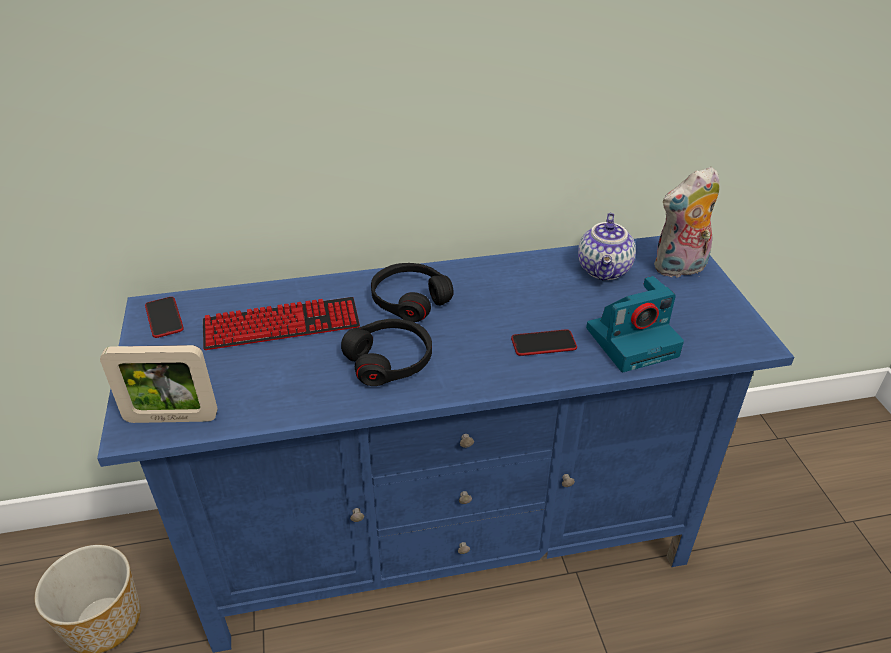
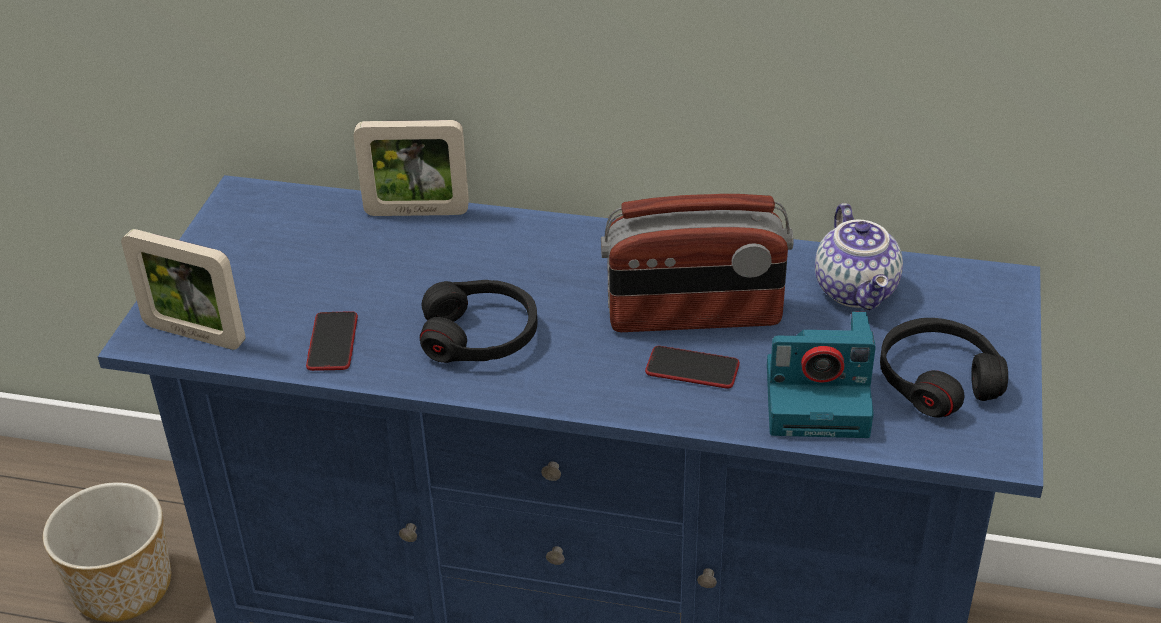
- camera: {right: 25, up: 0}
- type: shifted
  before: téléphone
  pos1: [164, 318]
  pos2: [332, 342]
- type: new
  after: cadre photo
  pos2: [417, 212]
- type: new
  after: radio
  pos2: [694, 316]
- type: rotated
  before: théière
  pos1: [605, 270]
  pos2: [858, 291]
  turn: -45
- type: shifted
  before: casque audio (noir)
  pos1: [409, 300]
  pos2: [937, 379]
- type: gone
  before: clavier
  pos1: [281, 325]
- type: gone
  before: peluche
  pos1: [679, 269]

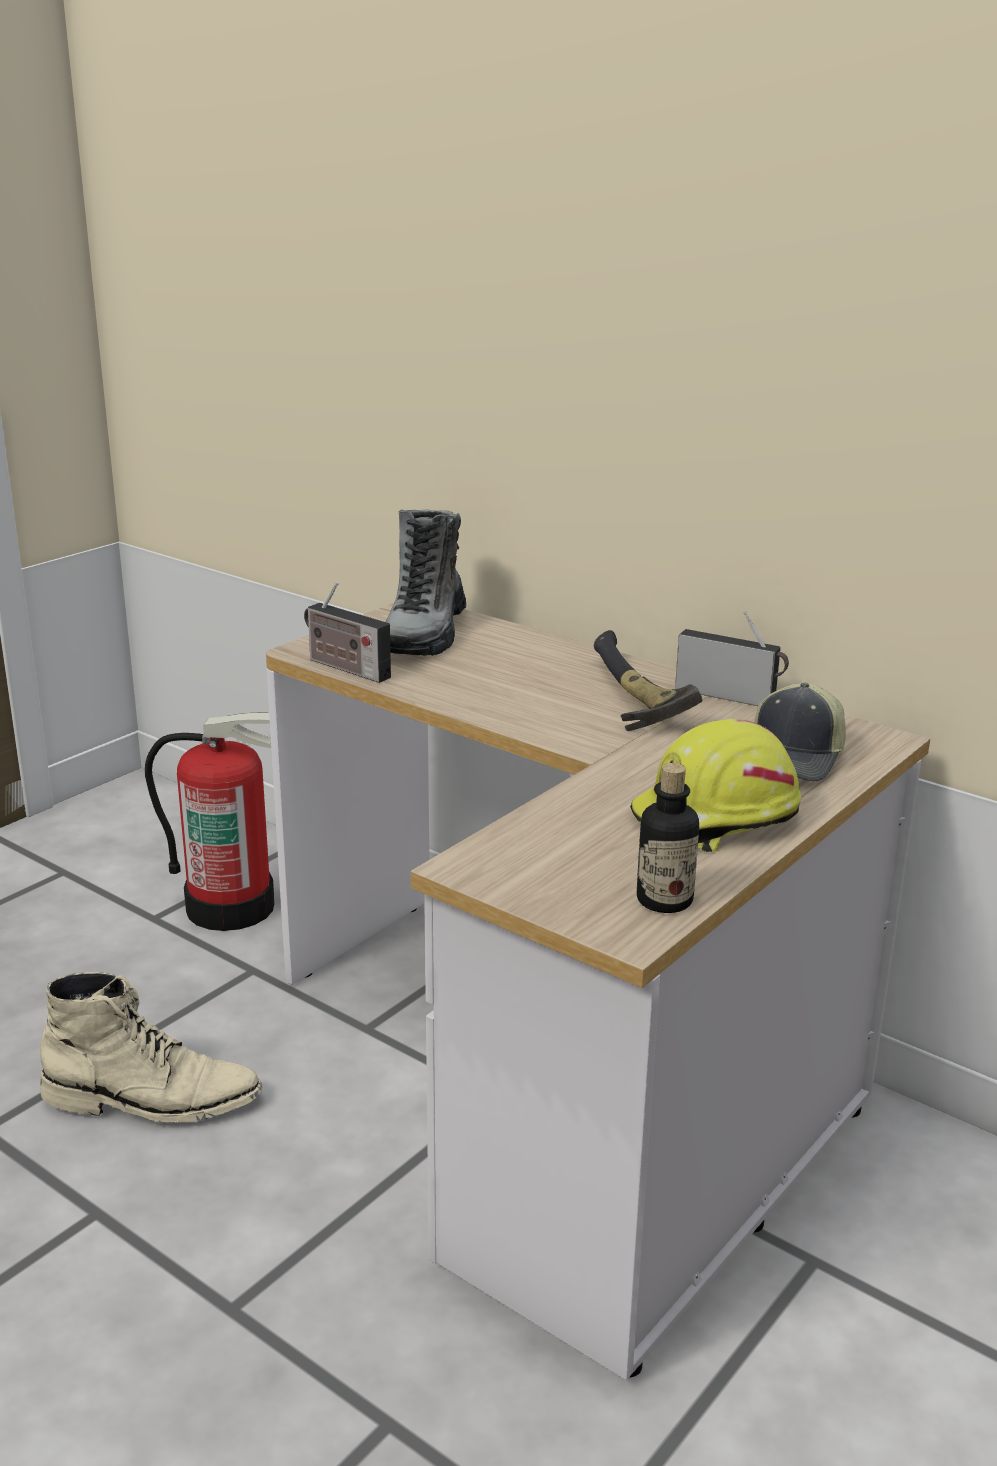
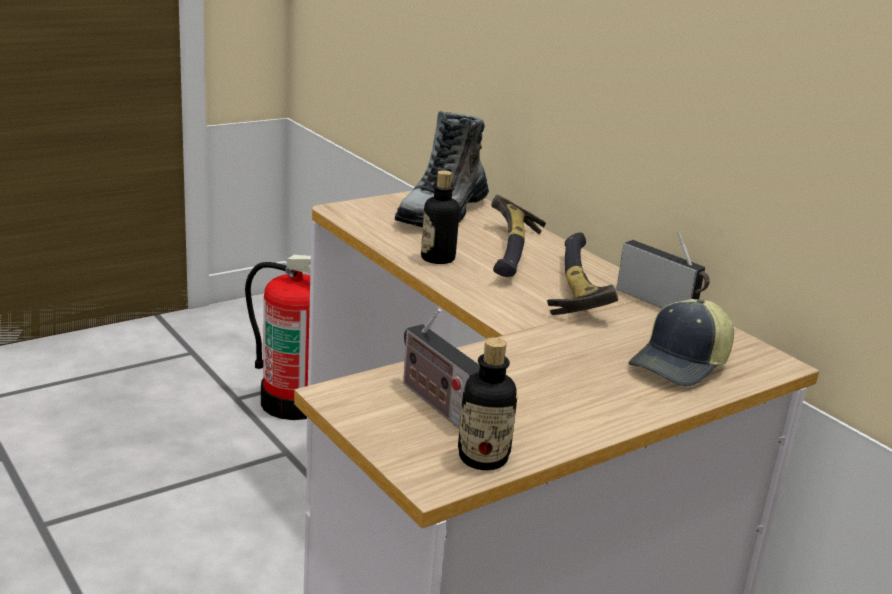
- camera: {right: 15, up: 0}
- type: shifted
  before: radio
  pos1: [345, 668]
  pos2: [435, 403]
- type: new
  after: bouteille
  pos2: [437, 258]
- type: new
  after: marteau
  pos2: [514, 252]
- type: gone
  before: botte (beige)
  pos1: [152, 1099]
- type: gone
  before: casque de chantier (jaune)
  pos1: [716, 819]

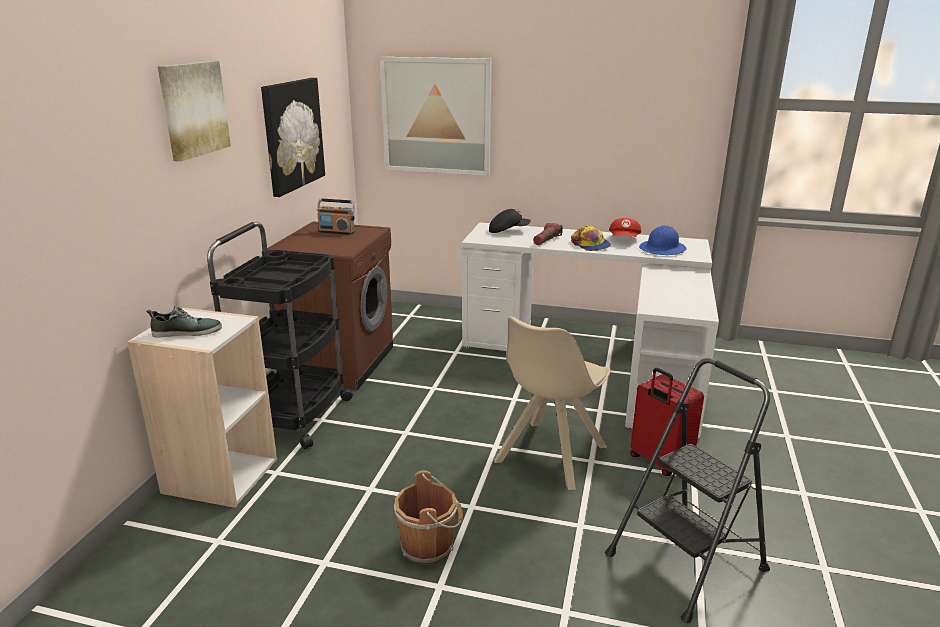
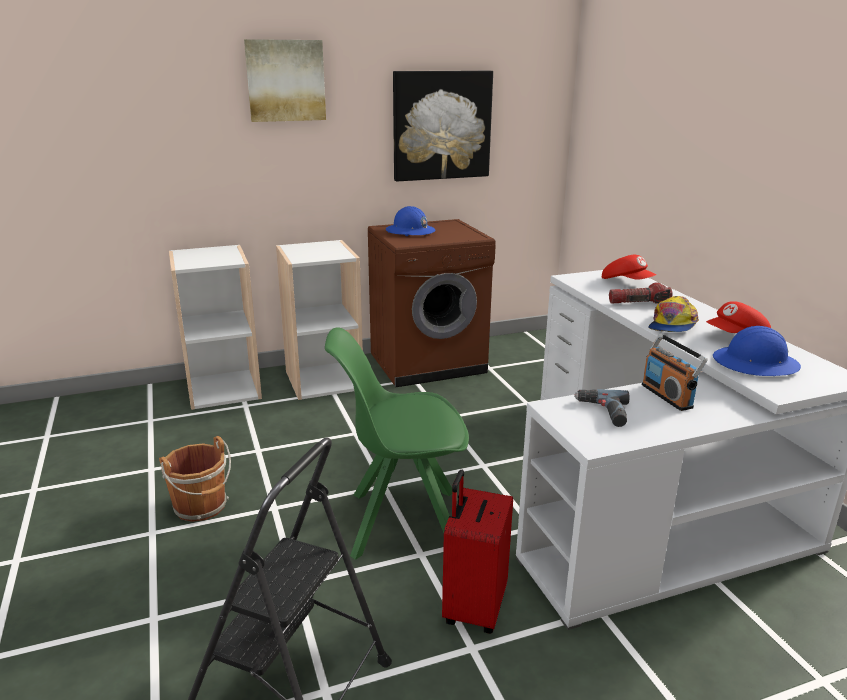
- camera: {right: 55, up: 0}
- type: swapped
  before: chariot (noir)
  after: bibliothèque
  pos1: [293, 416]
  pos2: [324, 380]
- type: repainted
  before: chaise (beige)
  after: chaise (vert)
  pos1: [549, 455]
  pos2: [402, 522]
- type: new
  after: casque de chantier (bleu)
  pos2: [410, 231]
- type: new
  after: perceuse
  pos2: [603, 413]
- type: repainted
  before: casquette (noir)
  after: casquette (rouge)
  pos1: [508, 231]
  pos2: [627, 282]
- type: shifted
  before: radio
  pos1: [337, 232]
  pos2: [667, 396]
- type: gone
  before: chaussure
  pos1: [187, 332]
- type: gone
  before: tableau
  pos1: [436, 116]

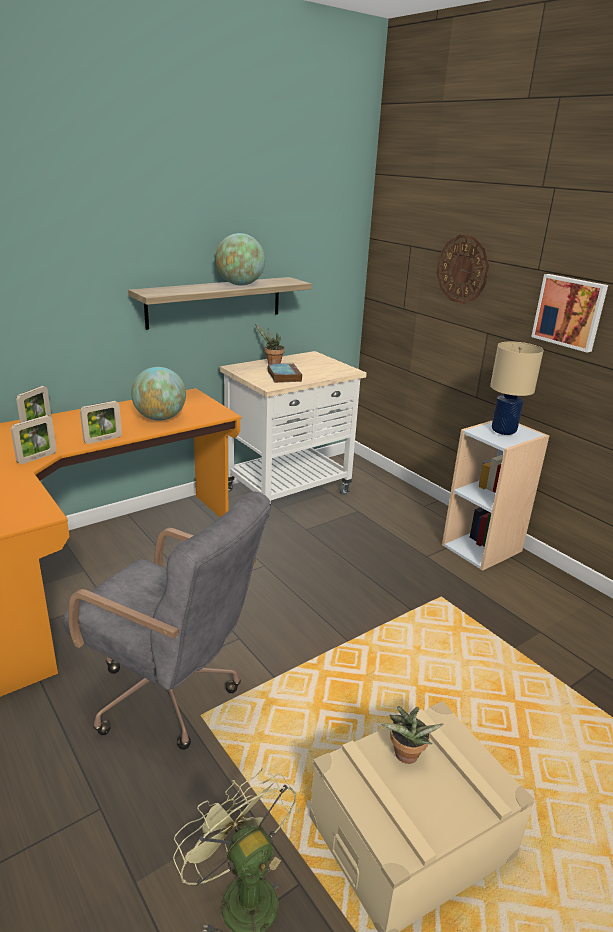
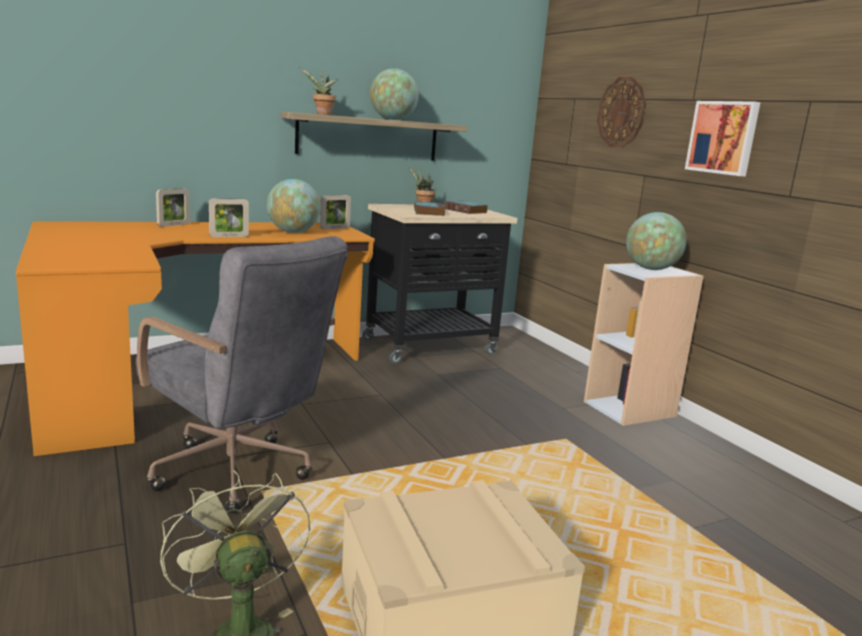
- camera: {right: 10, up: -10}
- type: shifted
  before: plante en pot
  pos1: [405, 757]
  pos2: [322, 114]
- type: shifted
  before: cadre photo
  pos1: [37, 458]
  pos2: [335, 228]
- type: repainted
  before: chariot (blanc)
  after: chariot (noir)
  pos1: [287, 492]
  pos2: [430, 346]
- type: new
  after: livre
  pos2: [466, 211]
- type: swapped
  before: lampe de table (beige)
  after: globe
  pos1: [503, 432]
  pos2: [651, 269]

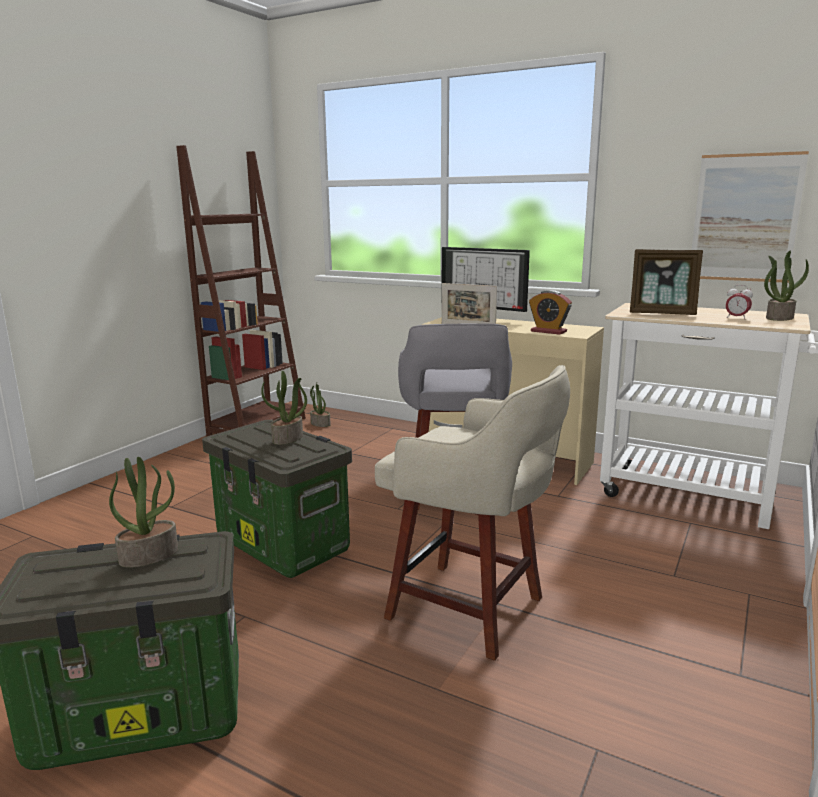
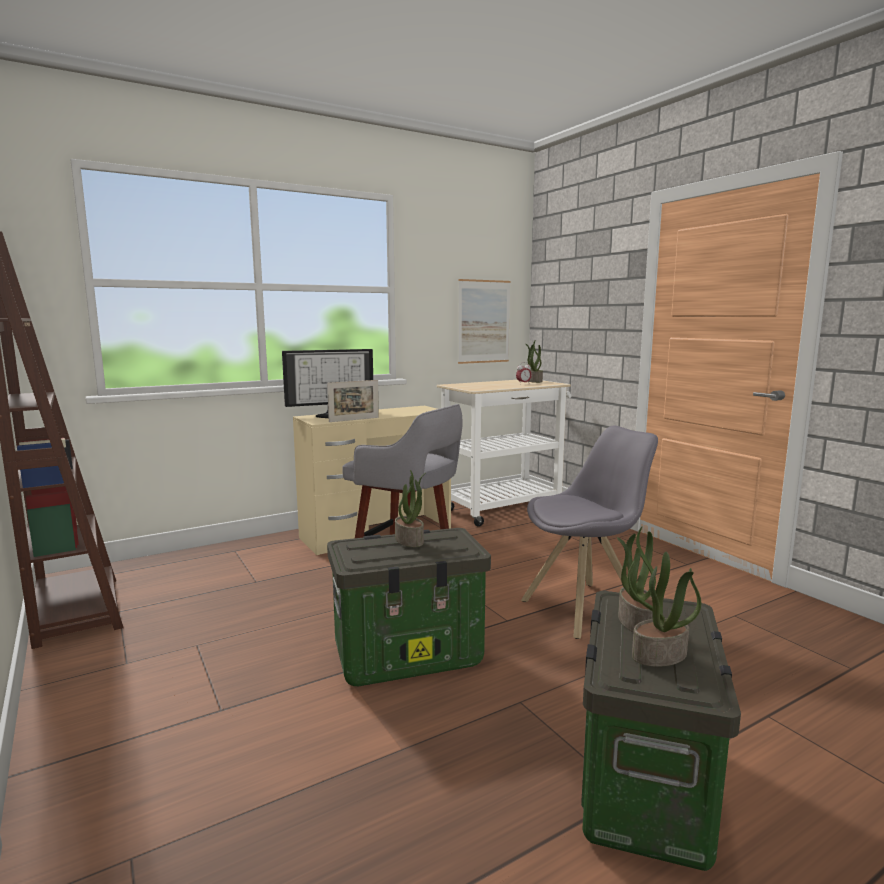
- camera: {right: -60, up: -5}
- type: swapped
  before: tabouret (beige)
  after: chaise (gris)
  pos1: [471, 611]
  pos2: [584, 608]
- type: shifted
  before: plante en pot
  pos1: [320, 424]
  pos2: [659, 656]
- type: gone
  before: réveil
  pos1: [548, 331]
- type: gone
  before: cadre photo
  pos1: [662, 314]

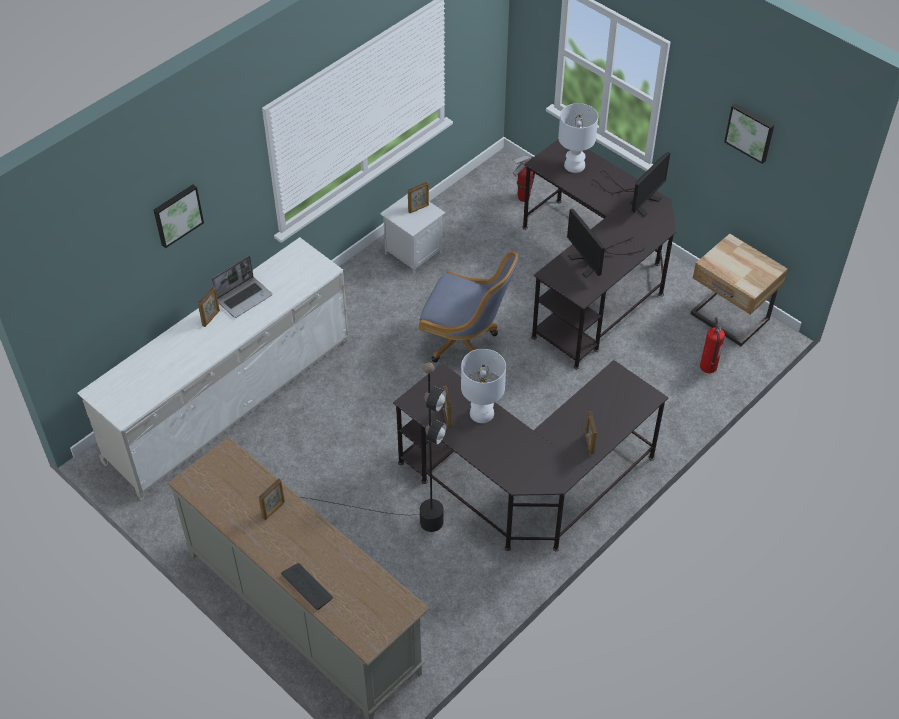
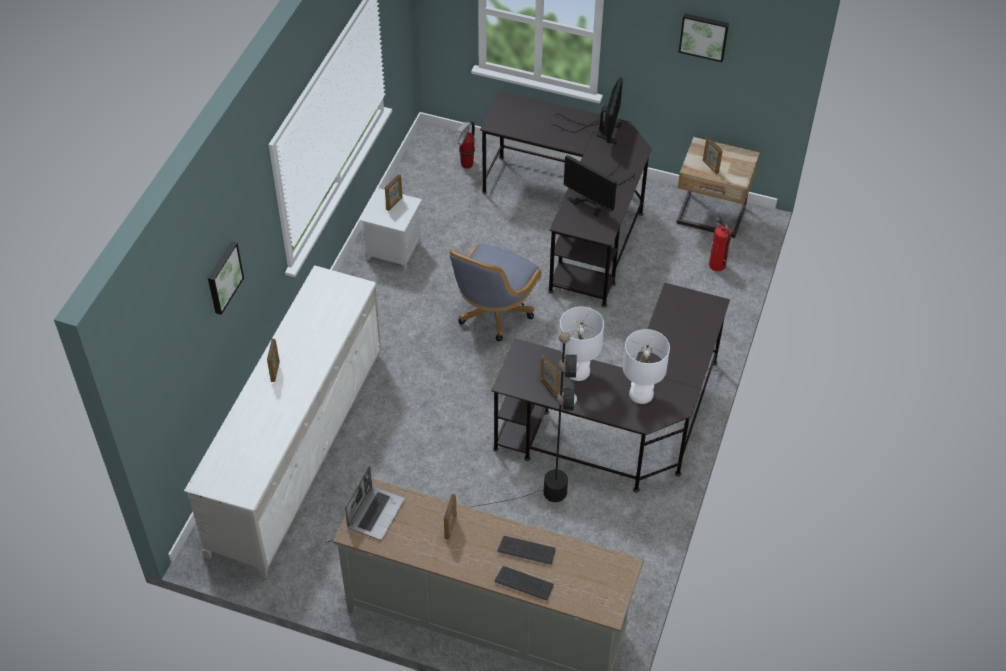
- camera: {right: -25, up: 0}
- type: shifted
  before: ordinateur portable
  pos1: [244, 297]
  pos2: [375, 513]
- type: rotated
  before: chaise de bureau (bleu)
  pos1: [466, 342]
  pos2: [491, 317]
  turn: 120
- type: new
  after: clavier
  pos2: [527, 550]
- type: shifted
  before: lampe de table (blanc)
  pos1: [574, 166]
  pos2: [641, 394]
- type: shifted
  before: cadre photo
  pos1: [589, 443]
  pos2: [710, 166]

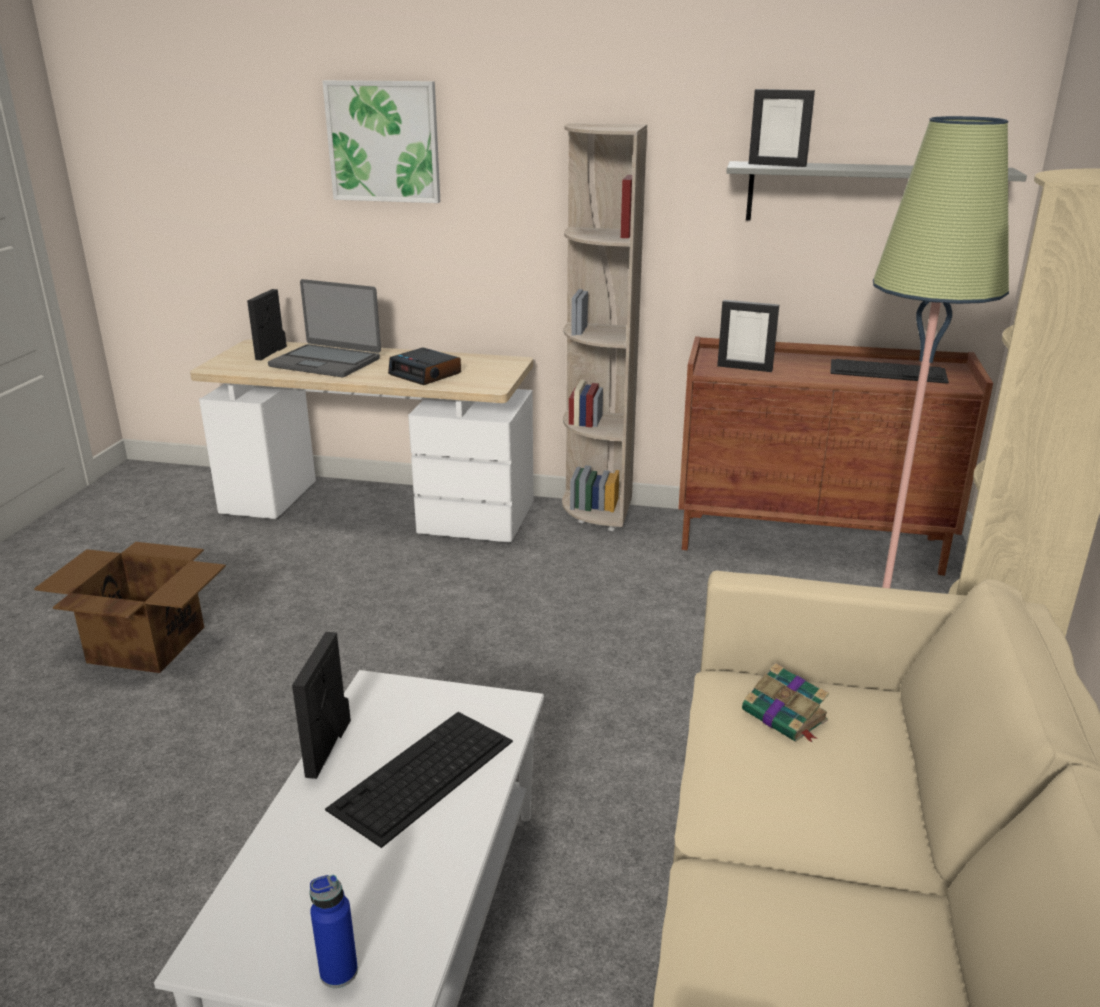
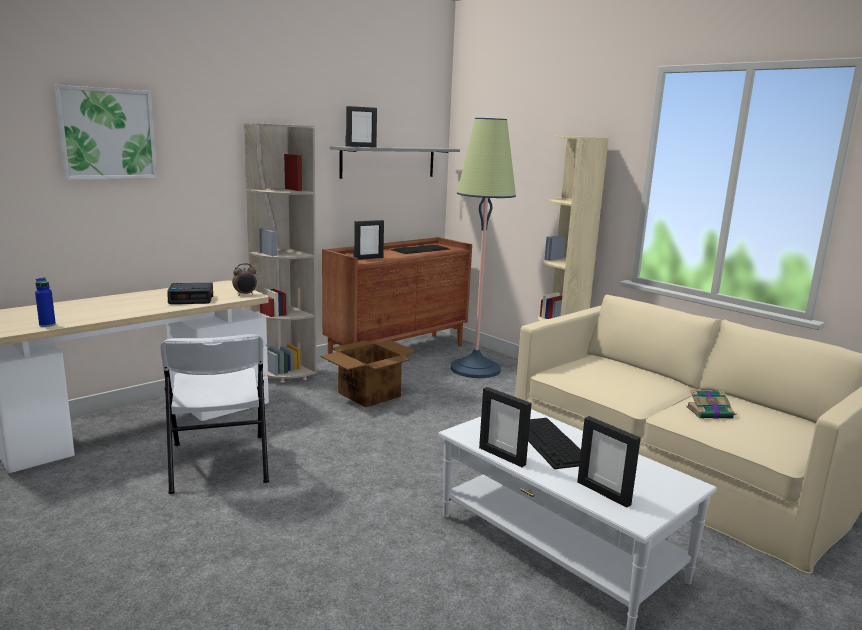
- camera: {right: -55, up: -10}
- type: shifted
  before: bouteille (bleu)
  pos1: [339, 972]
  pos2: [47, 325]
- type: new
  after: chaise (blanc)
  pos2: [219, 463]
- type: new
  after: réveil
  pos2: [245, 294]
- type: shifted
  before: carton
  pos1: [146, 644]
  pos2: [368, 394]
- type: shifted
  before: cadre photo
  pos1: [271, 353]
  pos2: [604, 492]
- type: shifted
  before: livre
  pos1: [786, 716]
  pos2: [710, 413]
- type: gone
  before: ordinateur portable
  pos1: [326, 362]

